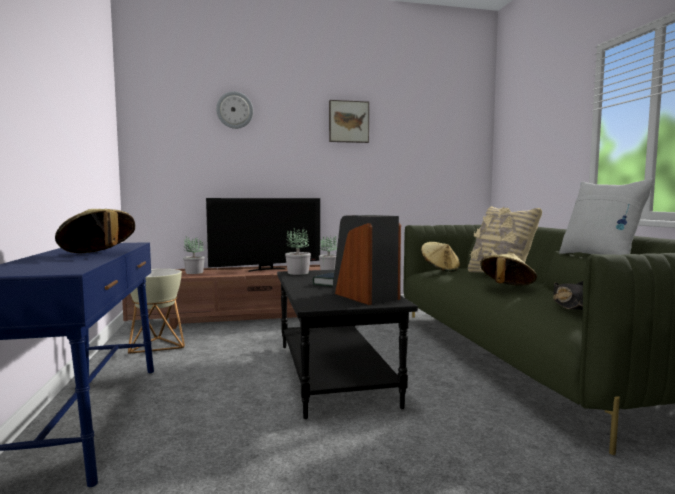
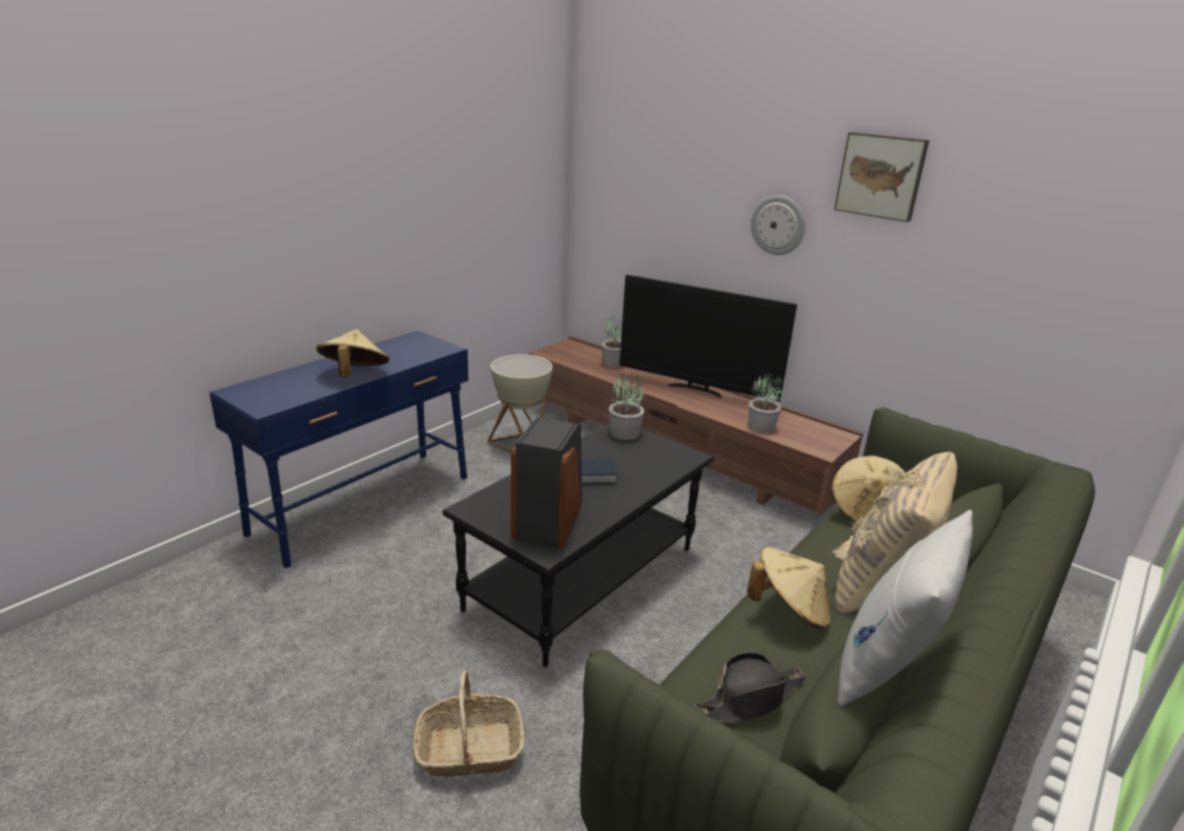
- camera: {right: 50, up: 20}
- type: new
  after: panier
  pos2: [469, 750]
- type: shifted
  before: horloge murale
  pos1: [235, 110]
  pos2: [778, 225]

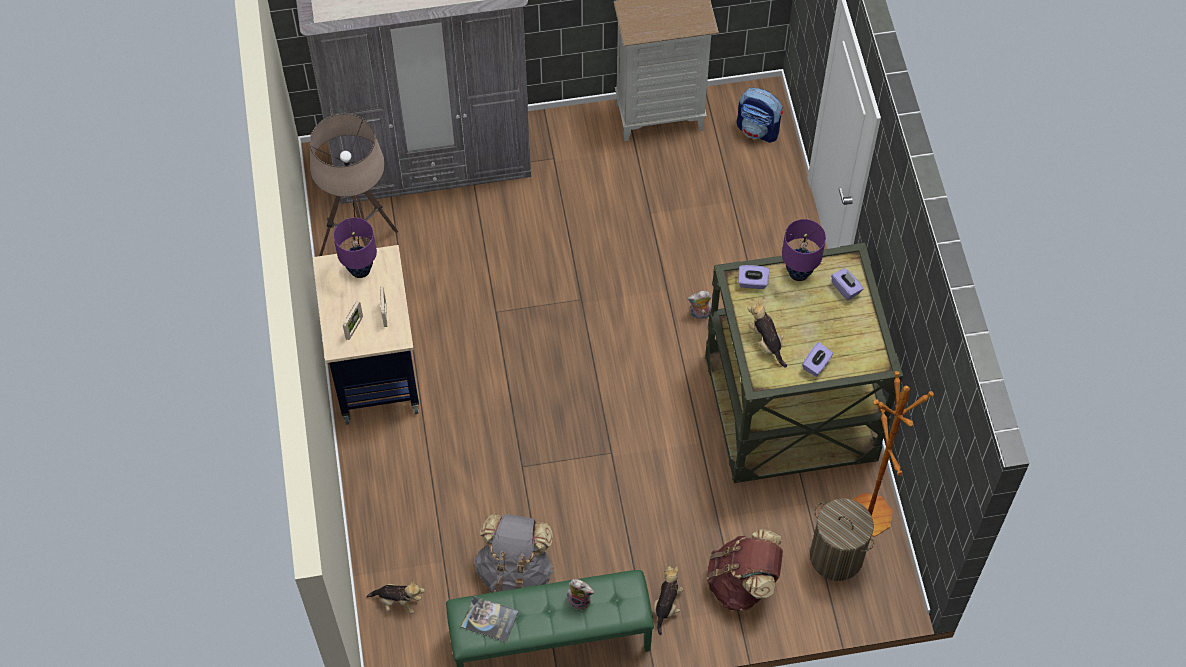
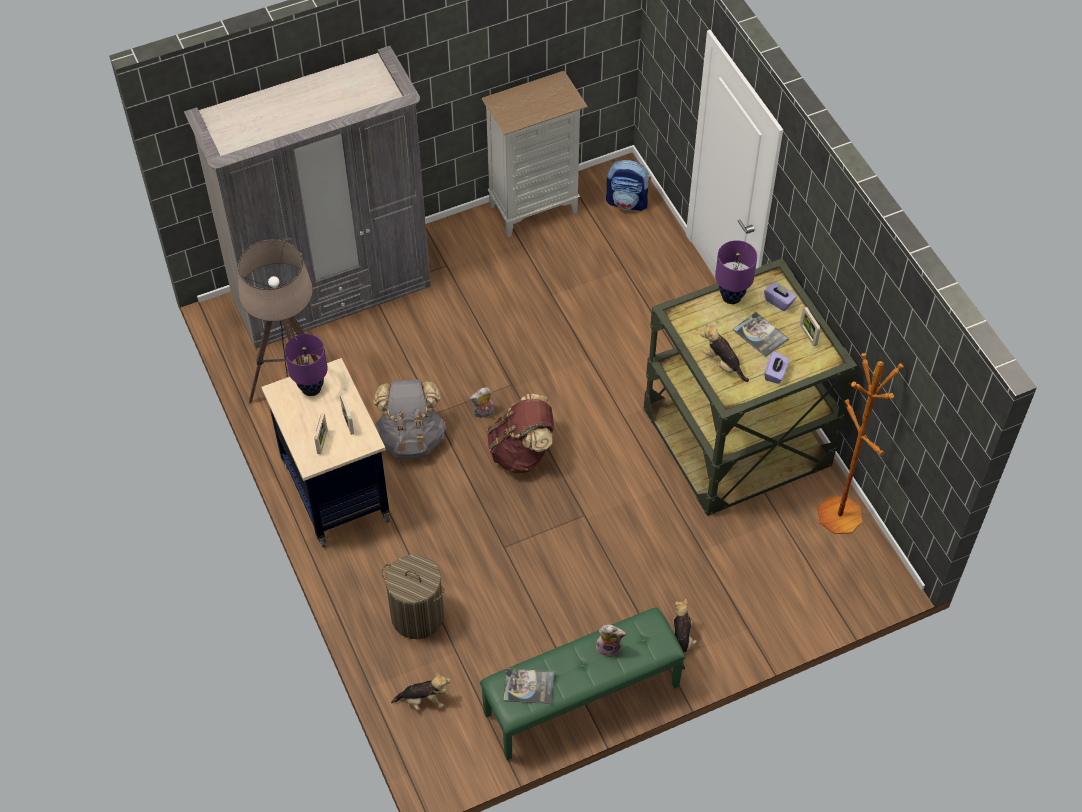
- camera: {right: -15, up: -5}
- type: shifted
  before: sac à dos (gris)
  pos1: [515, 571]
  pos2: [410, 439]
- type: shifted
  before: panier à linge
  pos1: [836, 556]
  pos2: [417, 616]
- type: shifted
  before: peluche
  pos1: [699, 314]
  pos2: [483, 413]
- type: shifted
  before: sac à dos (marron)
  pos1: [742, 583]
  pos2: [522, 452]
- type: new
  after: livre
  pos2: [760, 335]
- type: new
  after: cadre photo
  pos2: [808, 335]
- type: gone
  before: boîte à mouchoirs (violet)
  pos1: [752, 282]

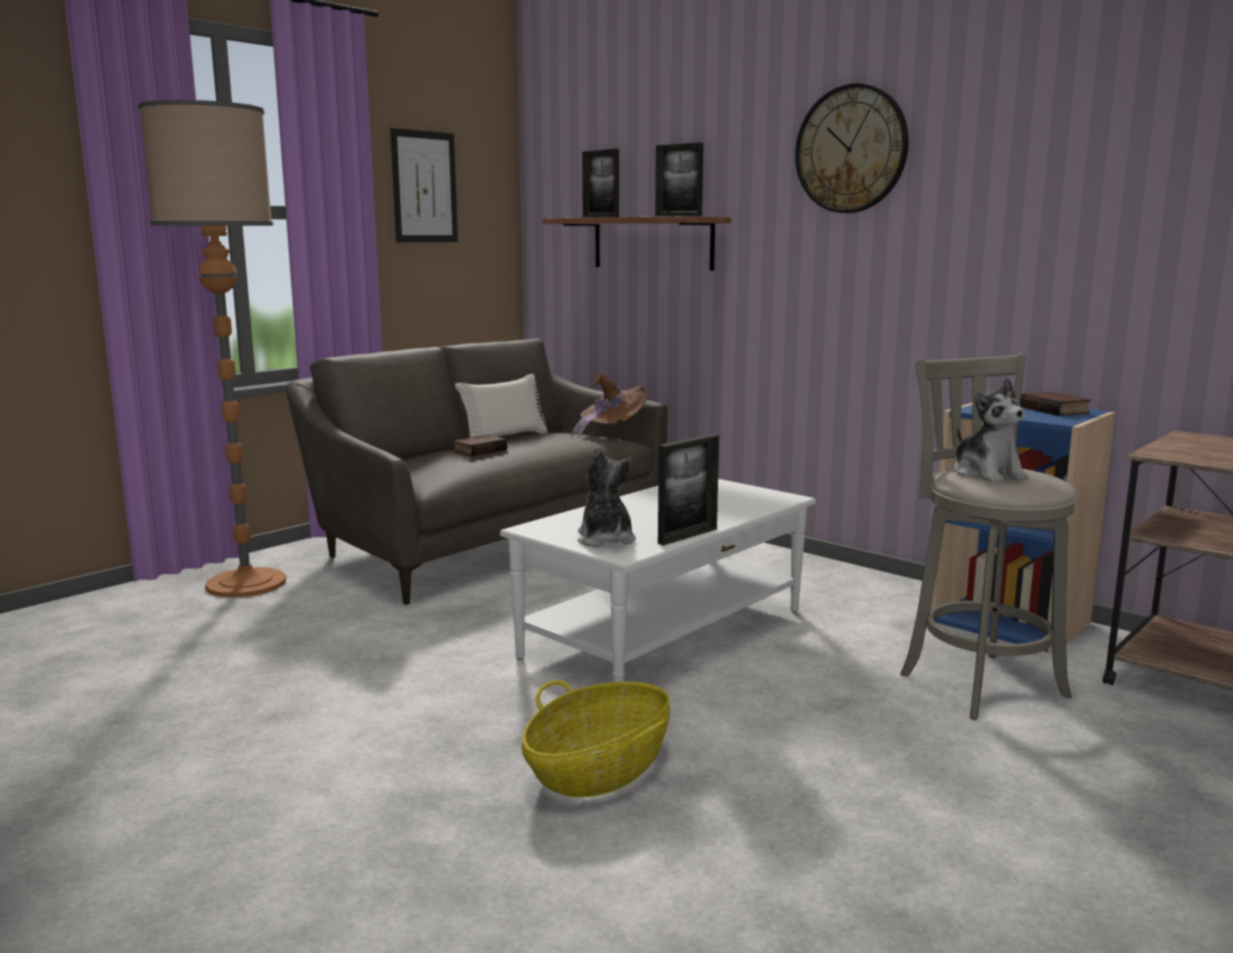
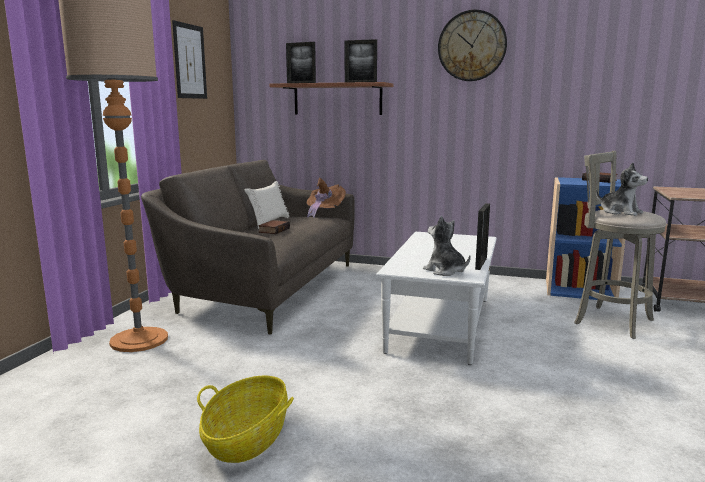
- camera: {right: -25, up: 0}
- type: shifted
  before: panier
  pos1: [599, 770]
  pos2: [247, 439]

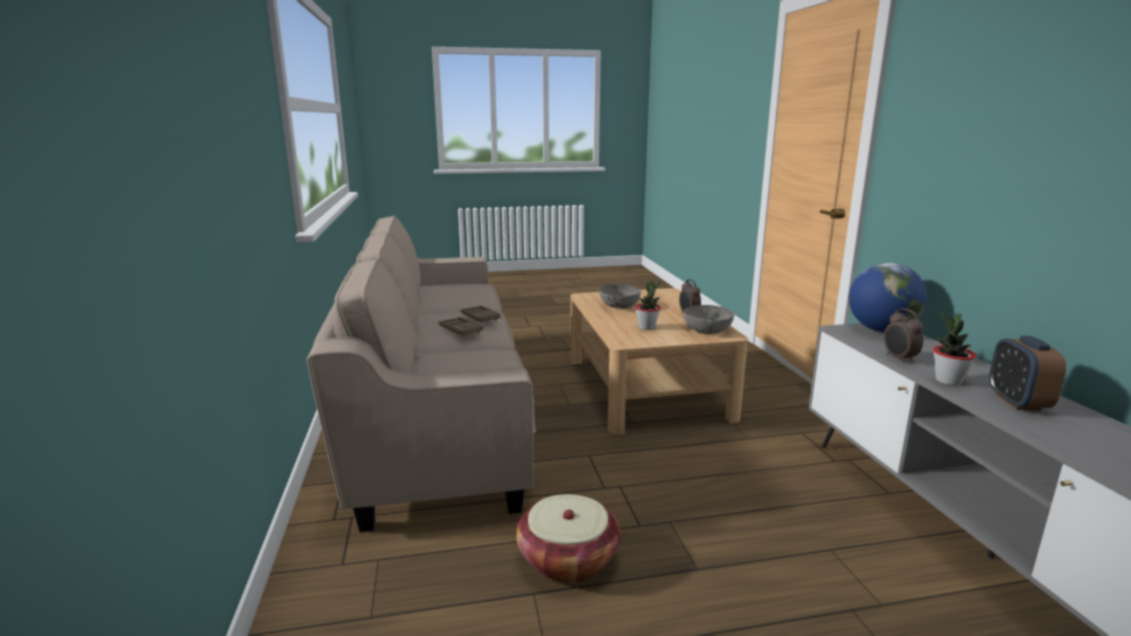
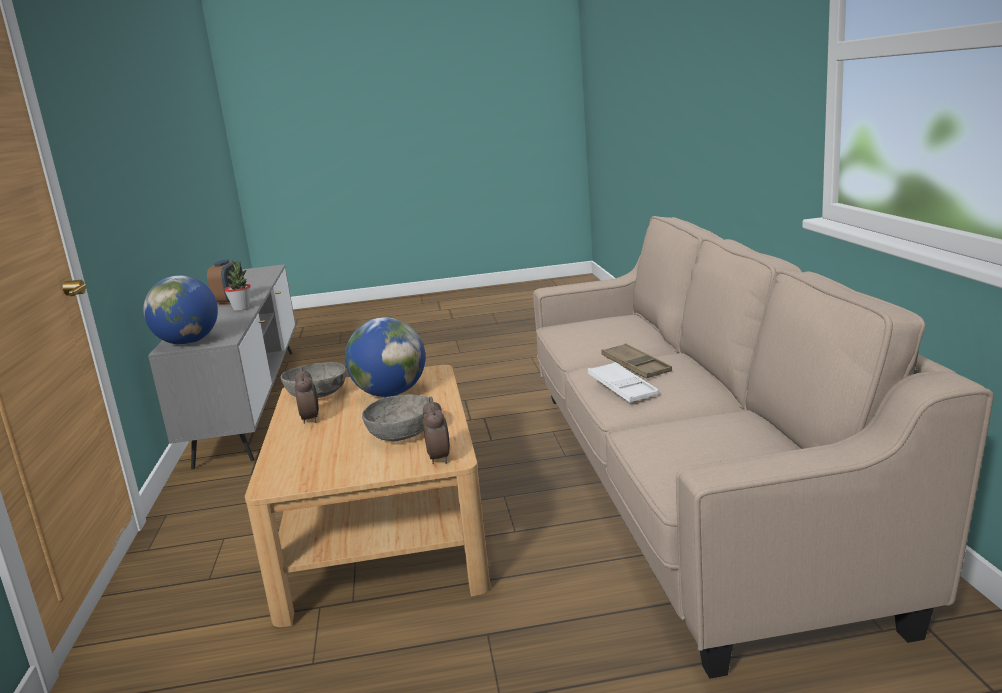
- camera: {right: -175, up: 0}
- type: swapped
  before: plante en pot
  after: globe
  pos1: [647, 327]
  pos2: [390, 394]
- type: shifted
  before: réveil
  pos1: [898, 359]
  pos2: [439, 458]
- type: repainted
  before: plateau (marron)
  after: plateau (blanc)
  pos1: [480, 318]
  pos2: [622, 388]
- type: gone
  before: panier
  pos1: [567, 559]

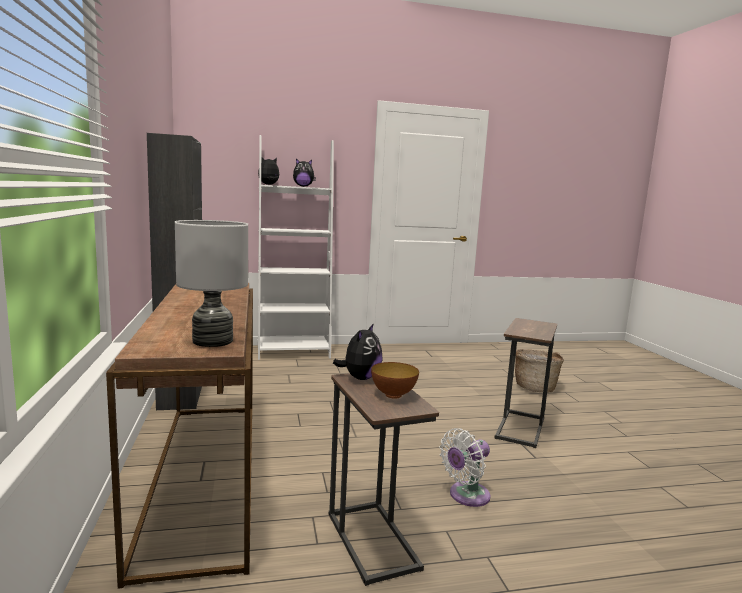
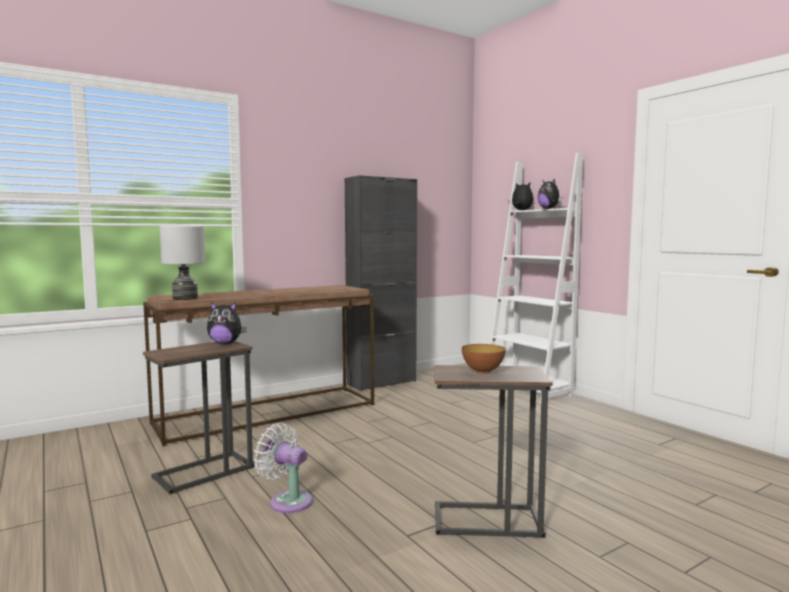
- camera: {right: 70, up: -5}
- type: shifted
  before: bol
  pos1: [393, 395]
  pos2: [483, 372]
- type: gone
  before: panier
  pos1: [535, 388]

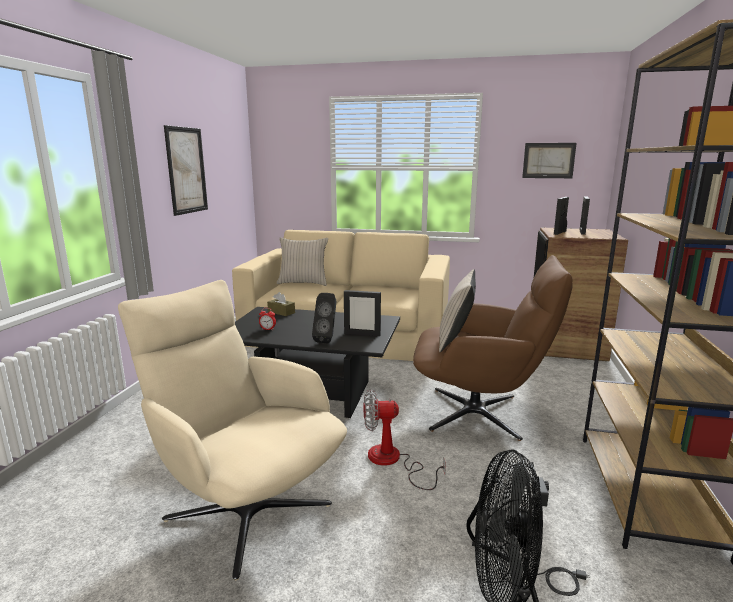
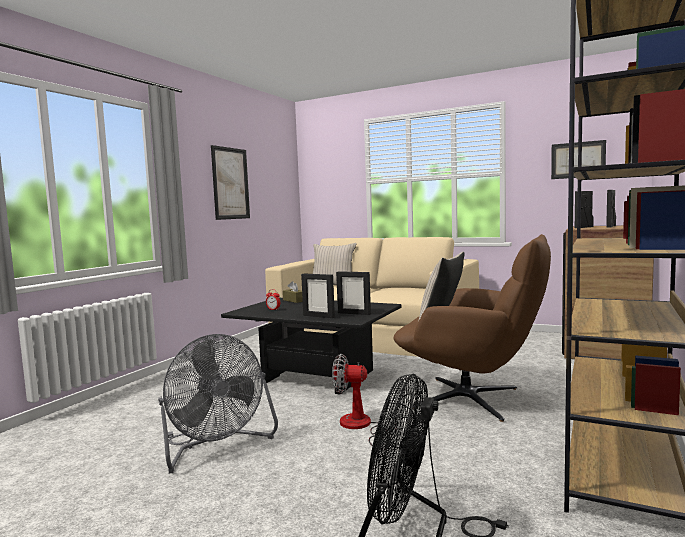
- camera: {right: 15, up: -10}
- type: swapped
  before: fauteuil (beige)
  after: ventilateur (gris)
  pos1: [245, 509]
  pos2: [211, 447]
- type: swapped
  before: enceinte (noir)
  after: cadre photo
  pos1: [327, 340]
  pos2: [319, 316]

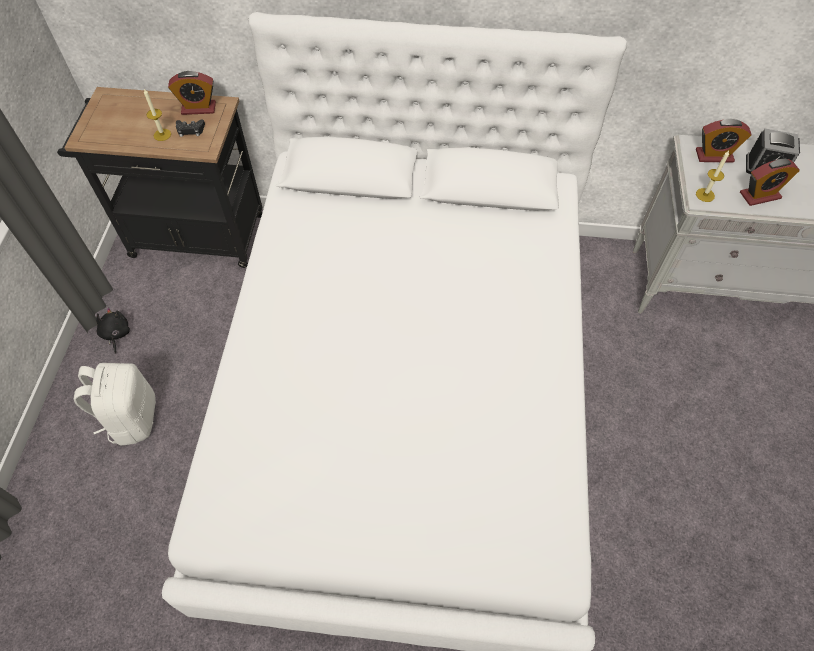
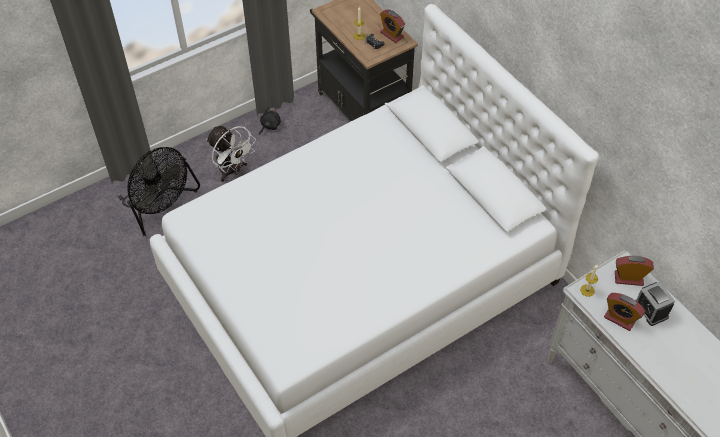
- camera: {right: 50, up: -5}
- type: new
  after: ventilateur (noir)
  pos2: [158, 207]
- type: swapped
  before: sac à dos (blanc)
  after: ventilateur (blanc)
  pos1: [132, 418]
  pos2: [232, 171]
- type: rotated
  before: réveil
  pos1: [714, 156]
  pos2: [628, 278]
  turn: 135

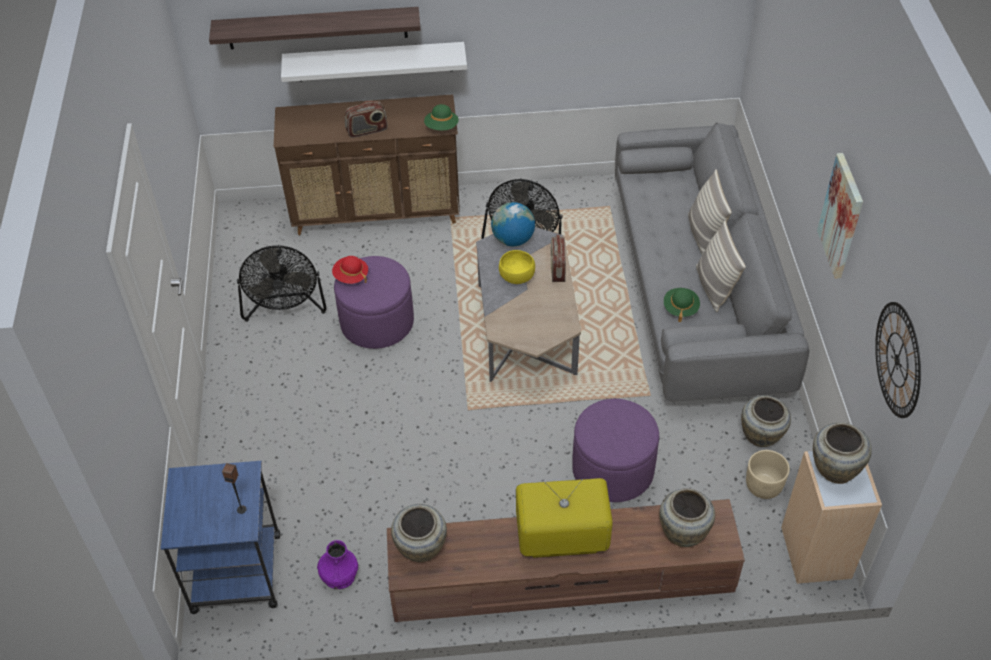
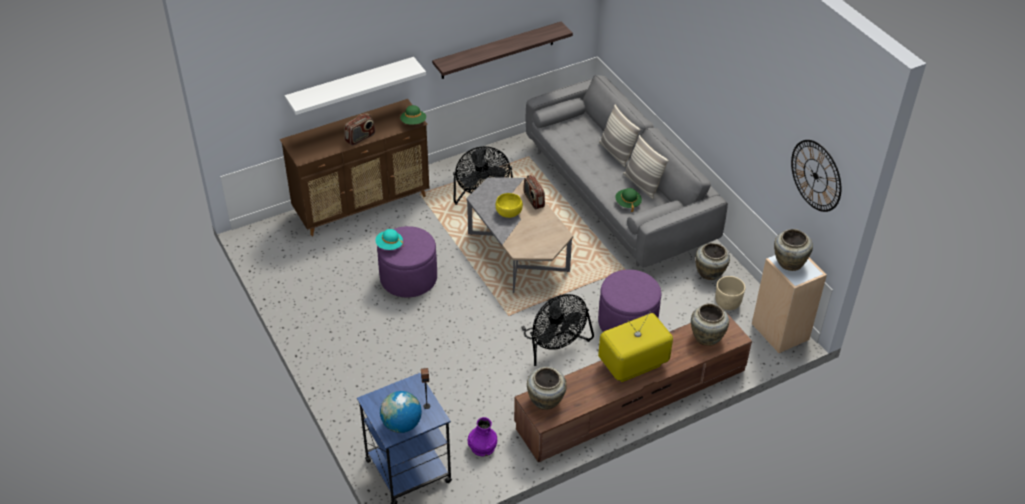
- camera: {right: -25, up: -5}
- type: repainted
  before: chapeau (rouge)
  after: chapeau (turquoise)
  pos1: [351, 276]
  pos2: [389, 245]
- type: shifted
  before: globe
  pos1: [513, 239]
  pos2: [401, 424]
- type: shifted
  before: étagère
  pos1: [317, 28]
  pos2: [498, 50]
- type: shifted
  before: ventilateur (noir)
  pos1: [282, 305]
  pos2: [553, 345]
- type: gone
  before: tableau
  pos1: [842, 216]

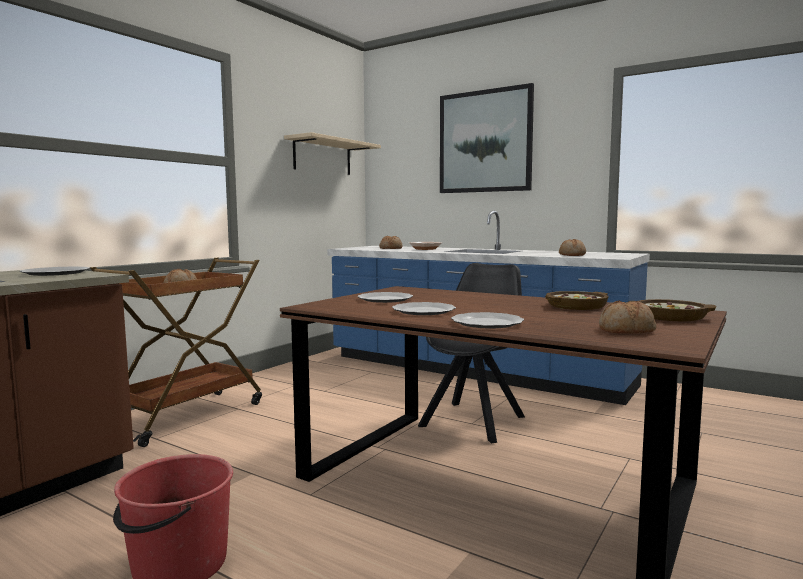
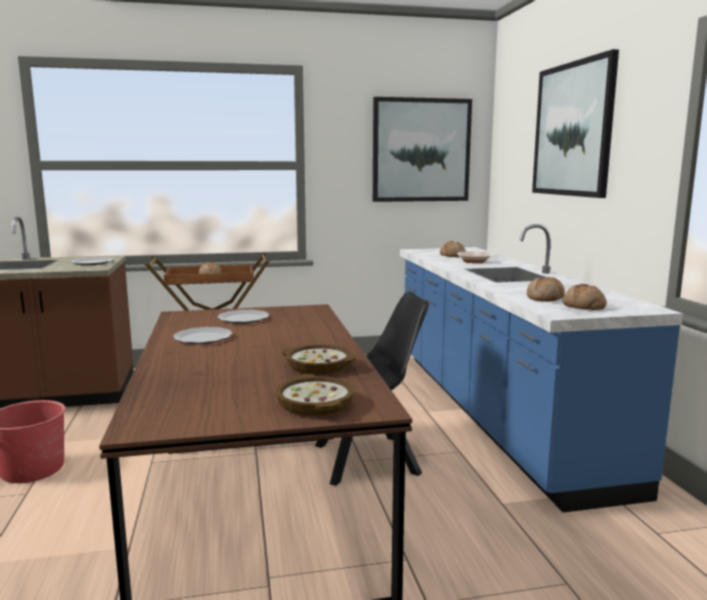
- camera: {right: 45, up: 5}
- type: swapped
  before: étagère (beige)
  after: tableau
  pos1: [322, 157]
  pos2: [421, 150]
- type: shifted
  before: pain
  pos1: [626, 330]
  pos2: [583, 306]
- type: gone
  before: assiette
  pos1: [488, 323]

